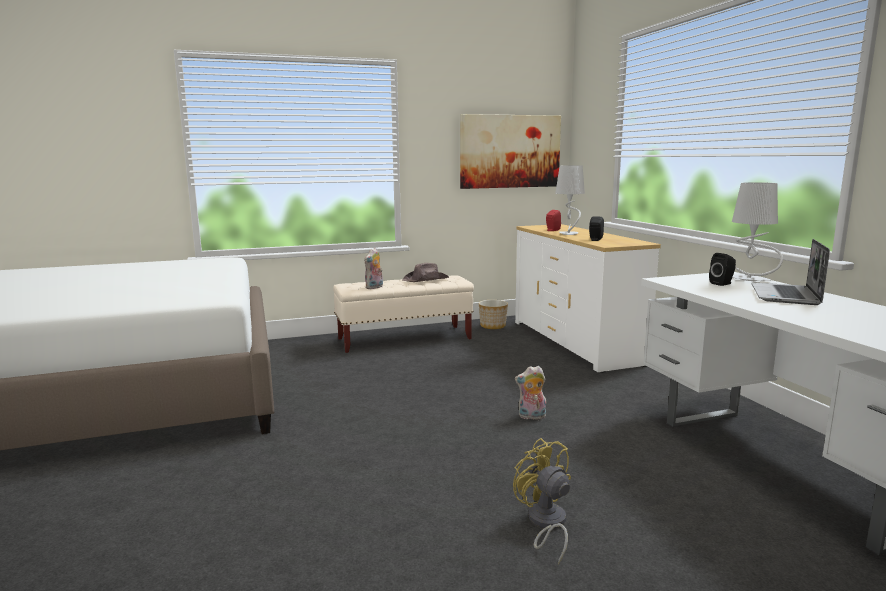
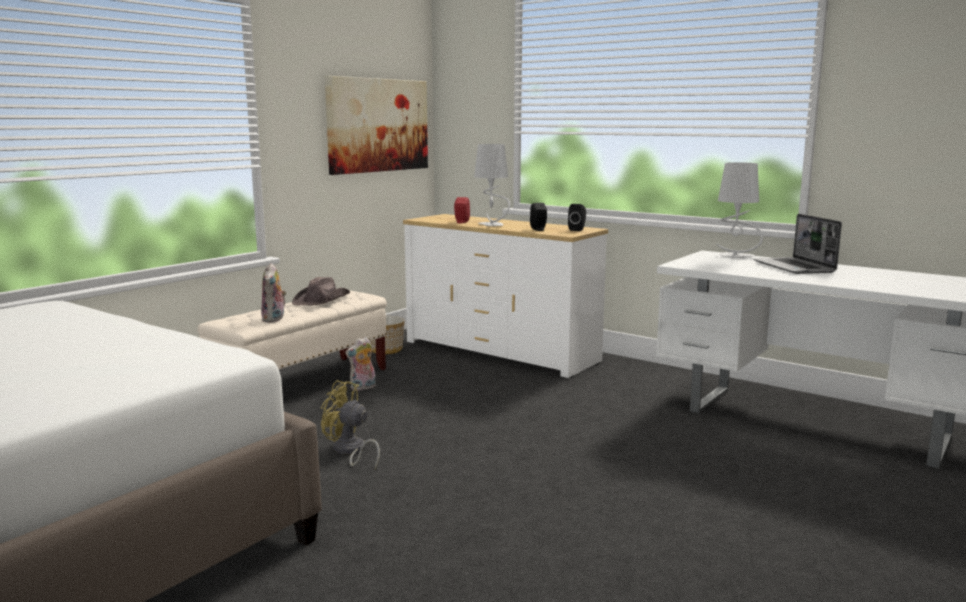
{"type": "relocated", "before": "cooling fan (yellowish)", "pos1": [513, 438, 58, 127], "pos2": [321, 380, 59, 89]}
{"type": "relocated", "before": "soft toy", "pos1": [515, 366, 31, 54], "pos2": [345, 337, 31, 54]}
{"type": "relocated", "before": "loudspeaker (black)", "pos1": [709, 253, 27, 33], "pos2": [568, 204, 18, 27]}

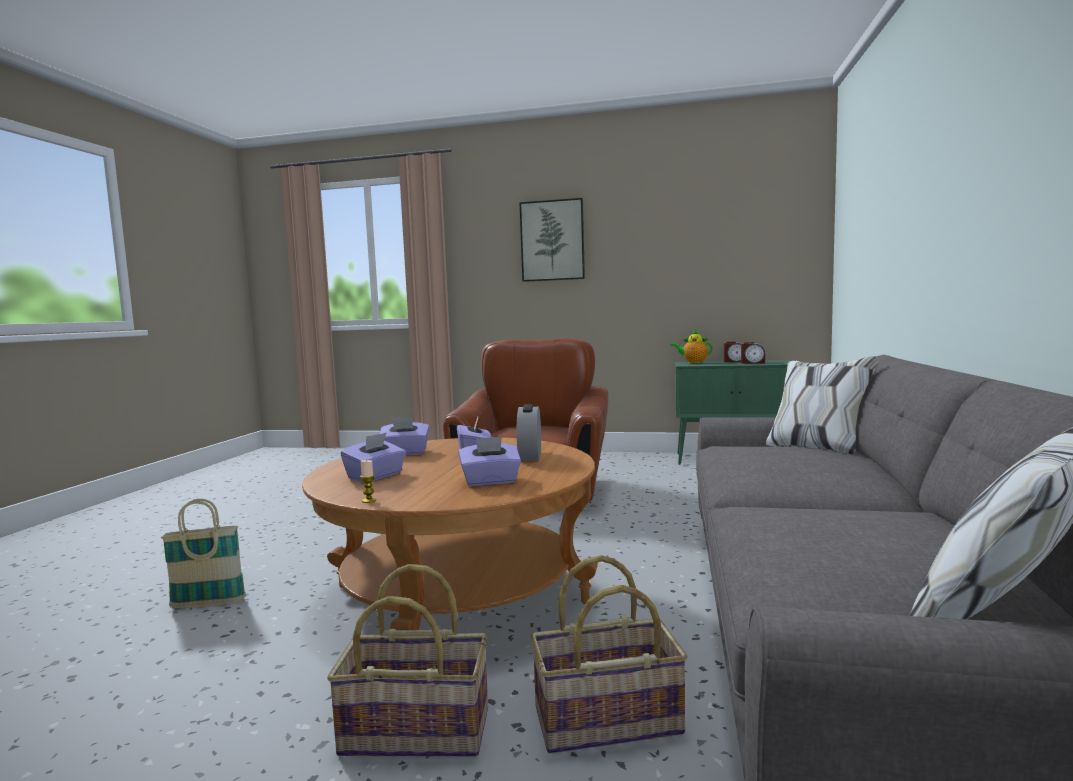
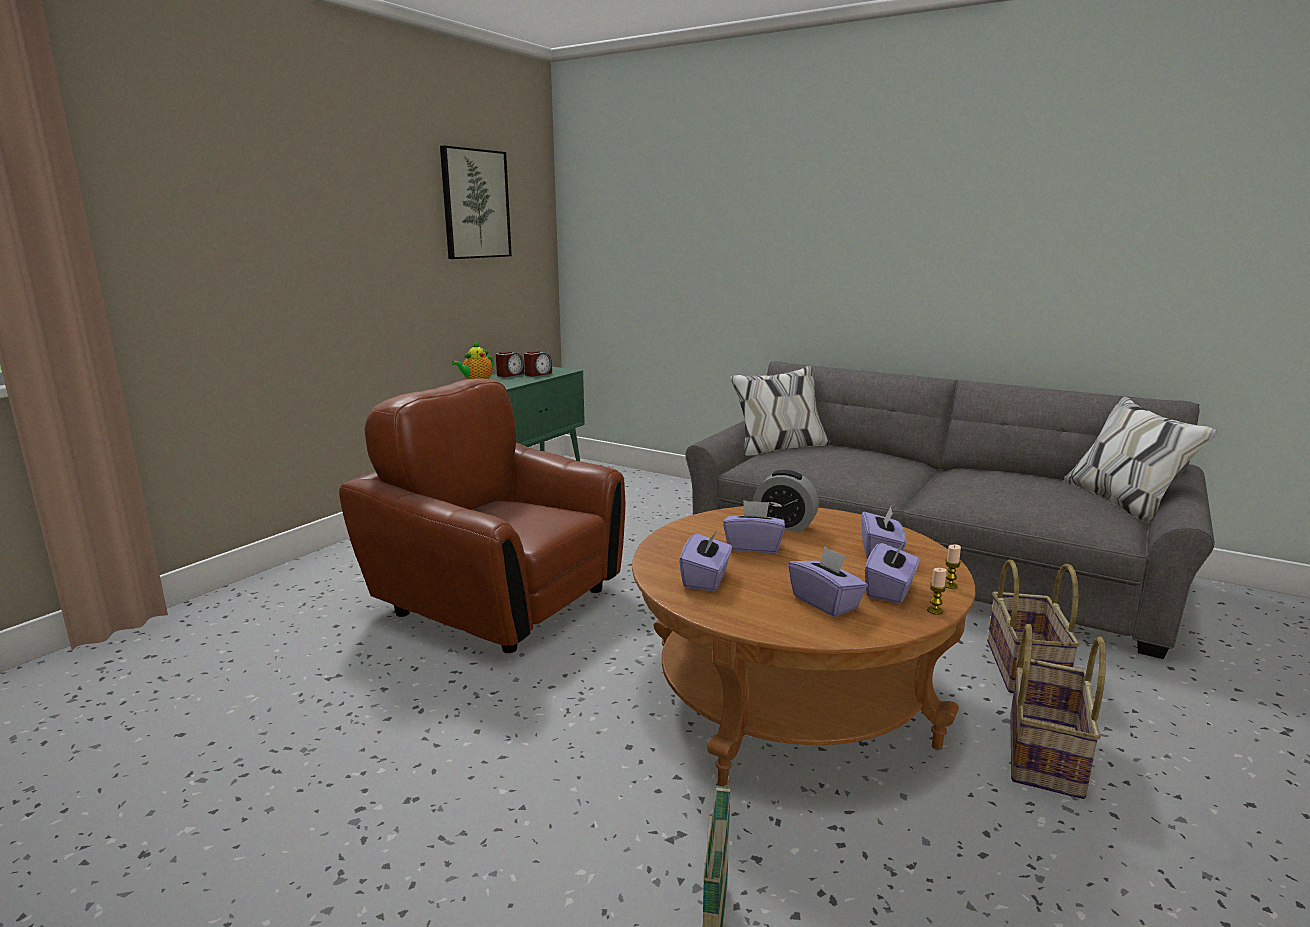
{"type": "relocated", "before": "wall art", "pos1": [519, 198, 66, 84], "pos2": [440, 146, 72, 113]}
{"type": "appeared", "after": "tissue holder (purple)", "pos2": [865, 540, 54, 64]}
{"type": "appeared", "after": "candle", "pos2": [945, 544, 16, 45]}

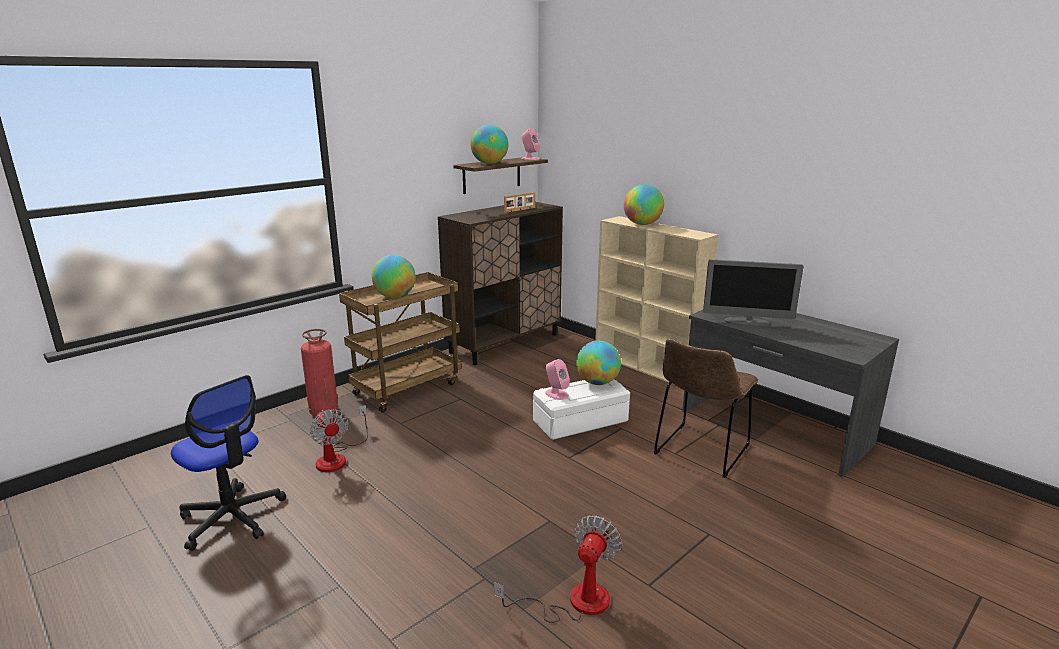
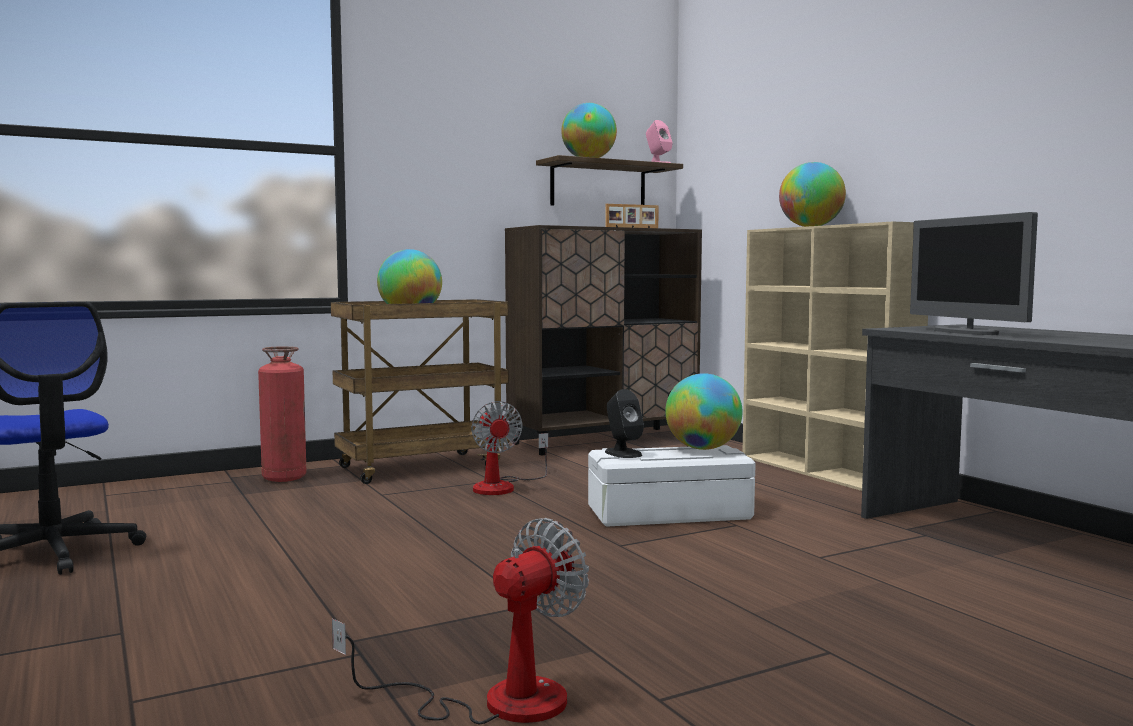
{"type": "relocated", "before": "cooling fan", "pos1": [310, 405, 58, 67], "pos2": [471, 401, 77, 94]}
{"type": "colour", "before": "loudspeaker (pinkish)", "after": "loudspeaker (black)", "pos1": [545, 359, 25, 41], "pos2": [605, 389, 39, 69]}
{"type": "spun", "before": "computer screen", "pos1": [703, 259, 101, 68], "pos2": [910, 212, 128, 123], "turn": 45}
{"type": "missing", "before": "chair (brownish)", "pos1": [654, 339, 105, 139]}

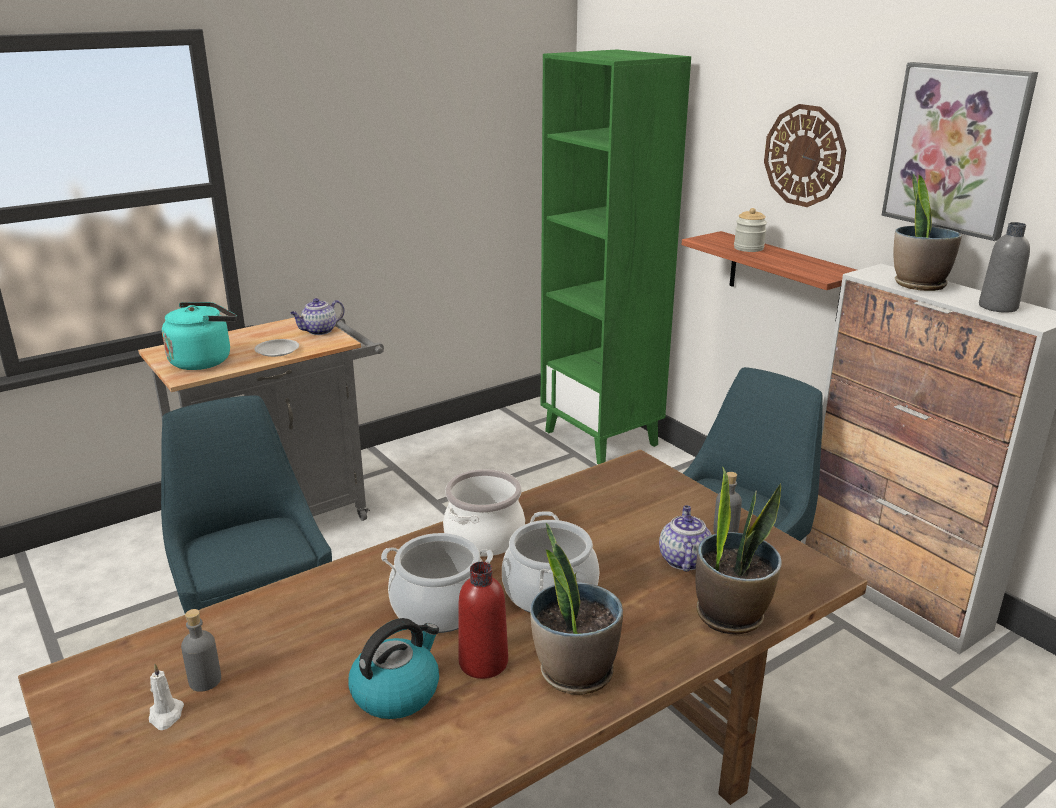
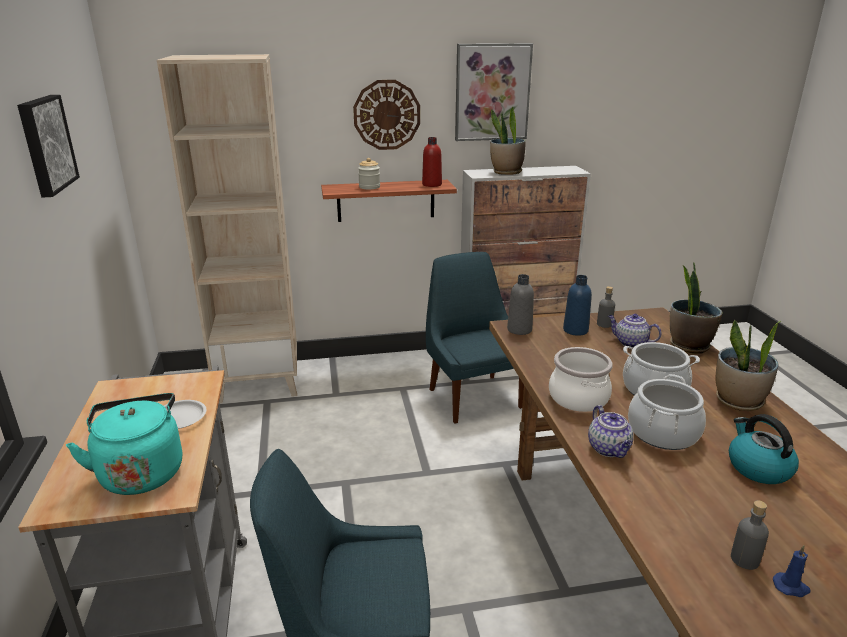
{"type": "appeared", "after": "wall art", "pos2": [17, 95, 63, 102]}
{"type": "colour", "before": "bookshelf (greenish)", "after": "bookshelf (beige)", "pos1": [541, 49, 150, 415], "pos2": [157, 54, 140, 349]}
{"type": "relocated", "before": "bottle (red)", "pos1": [458, 562, 50, 117], "pos2": [422, 137, 20, 50]}
{"type": "relocated", "before": "bottle (greyish)", "pos1": [979, 222, 51, 91], "pos2": [507, 274, 27, 61]}
{"type": "appeared", "after": "bottle (blue)", "pos2": [563, 275, 29, 61]}
{"type": "relocated", "before": "tea pot", "pos1": [290, 298, 55, 37], "pos2": [588, 405, 46, 53]}
{"type": "colour", "before": "candle (white-coloured)", "after": "candle (blue)", "pos1": [149, 664, 35, 66], "pos2": [773, 545, 37, 52]}

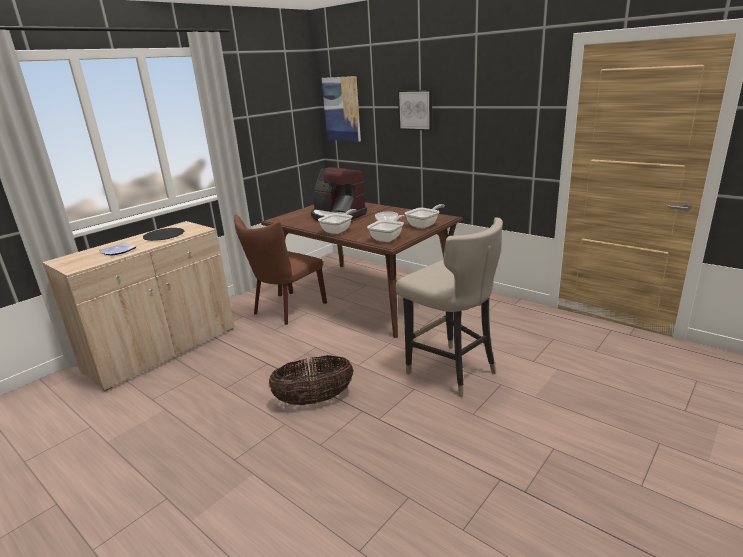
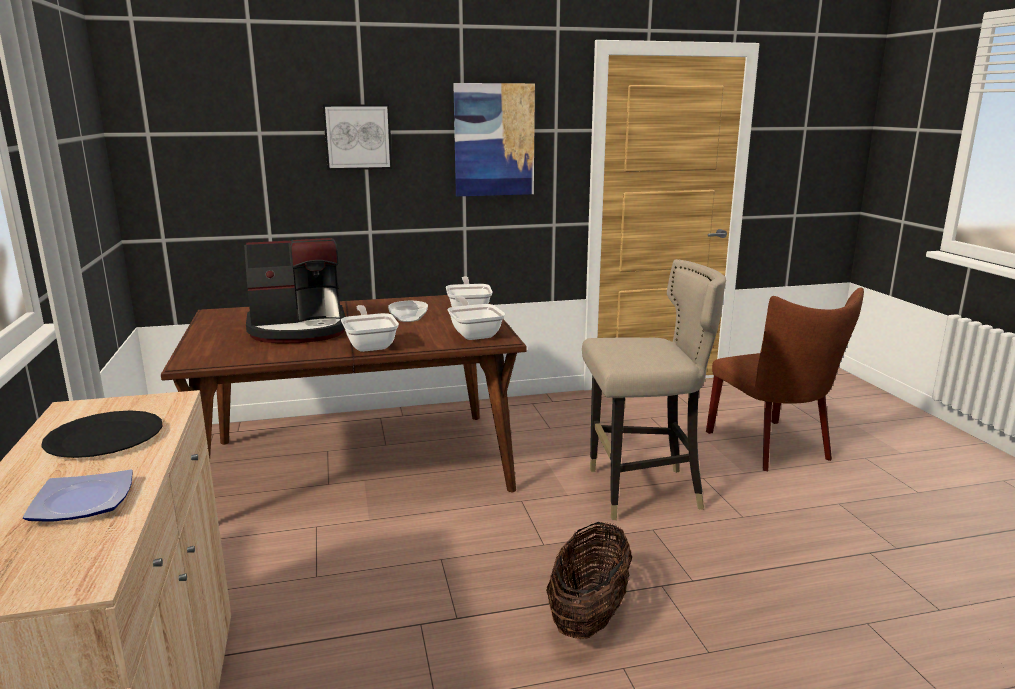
{"type": "relocated", "before": "wall art", "pos1": [322, 76, 39, 66], "pos2": [453, 83, 82, 113]}
{"type": "relocated", "before": "chair (brownish)", "pos1": [234, 214, 93, 111], "pos2": [706, 287, 158, 184]}

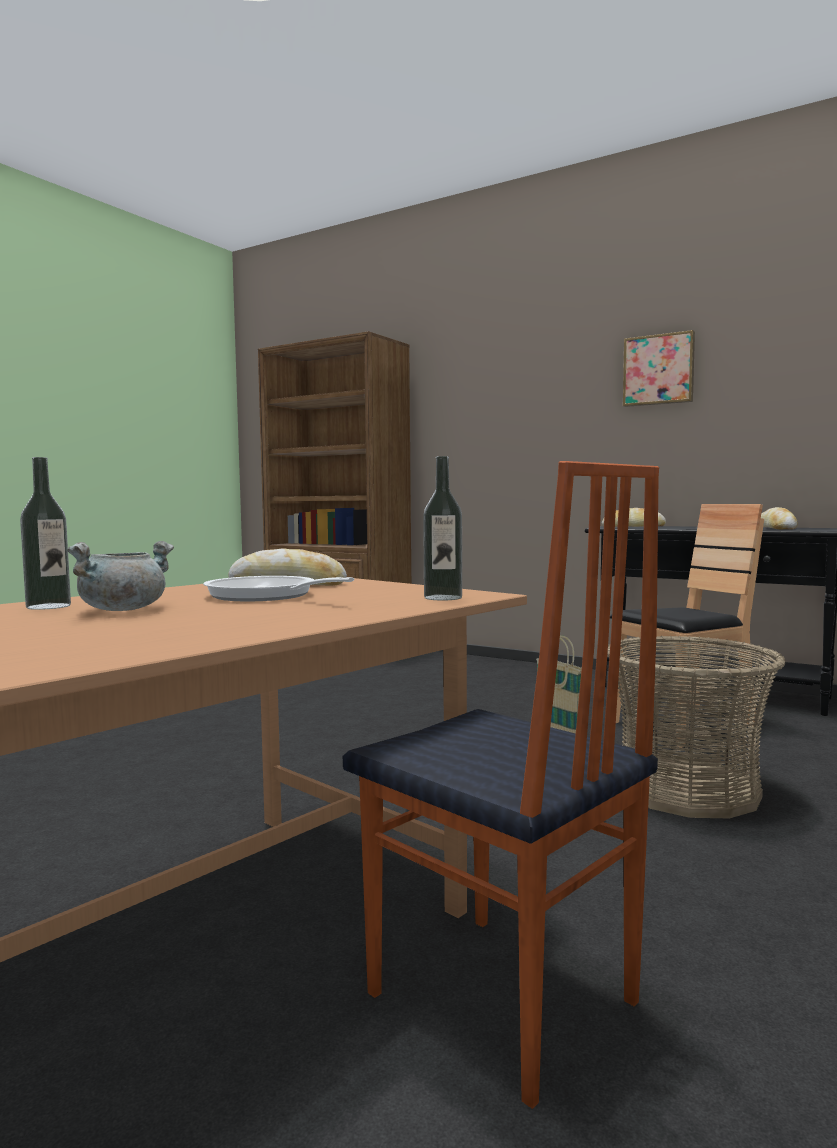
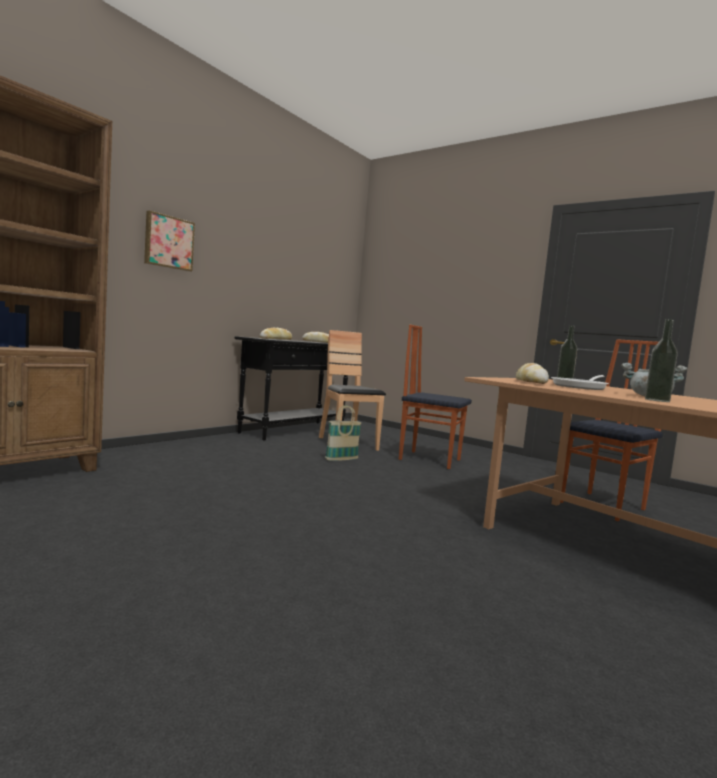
{"type": "relocated", "before": "wall art", "pos1": [623, 330, 72, 77], "pos2": [144, 211, 51, 61]}
{"type": "exchanged", "before": "storage basket", "after": "chair", "pos1": [607, 636, 179, 182], "pos2": [399, 325, 73, 144]}

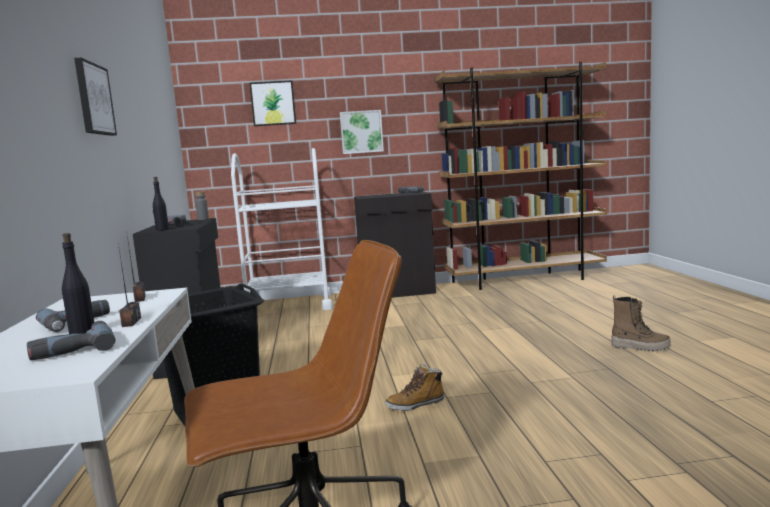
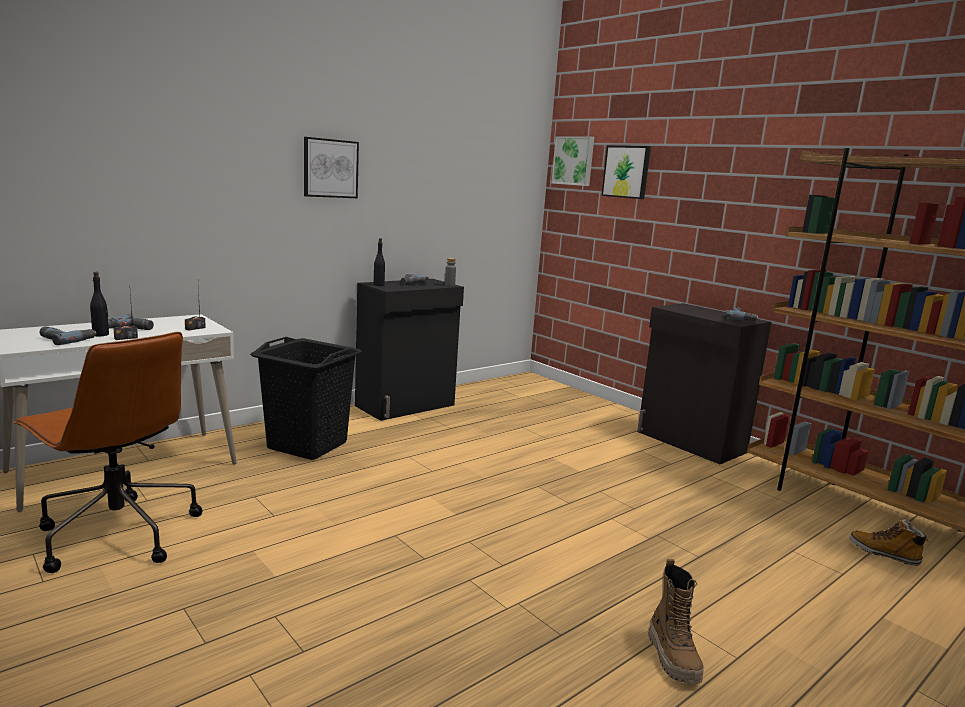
{"type": "relocated", "before": "wall art", "pos1": [340, 110, 44, 44], "pos2": [551, 136, 43, 50]}
{"type": "relocated", "before": "high-top boot", "pos1": [386, 364, 58, 47], "pos2": [849, 519, 80, 46]}
{"type": "missing", "before": "cart (white-coloured)", "pos1": [231, 148, 102, 162]}

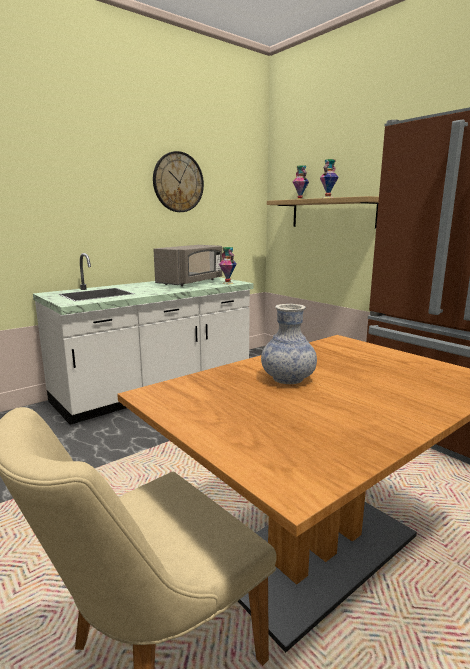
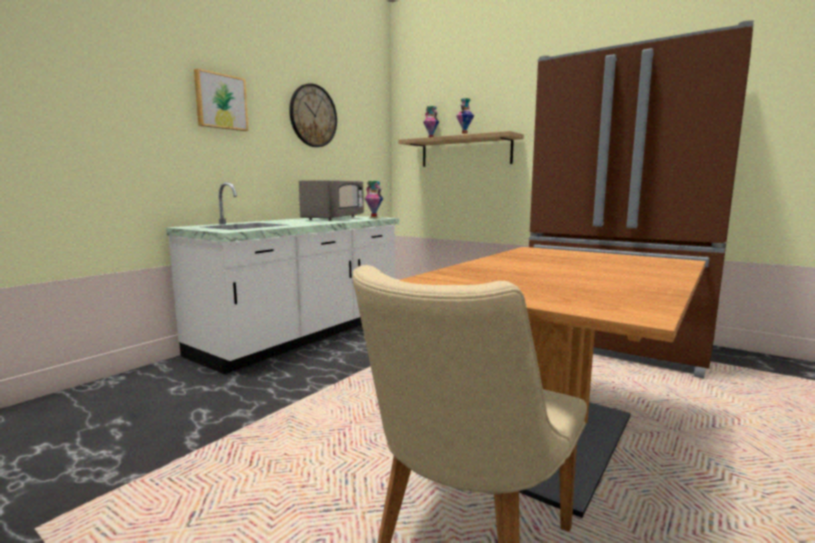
{"type": "appeared", "after": "wall art", "pos2": [194, 68, 54, 63]}
{"type": "missing", "before": "decorative vase", "pos1": [261, 304, 56, 80]}

